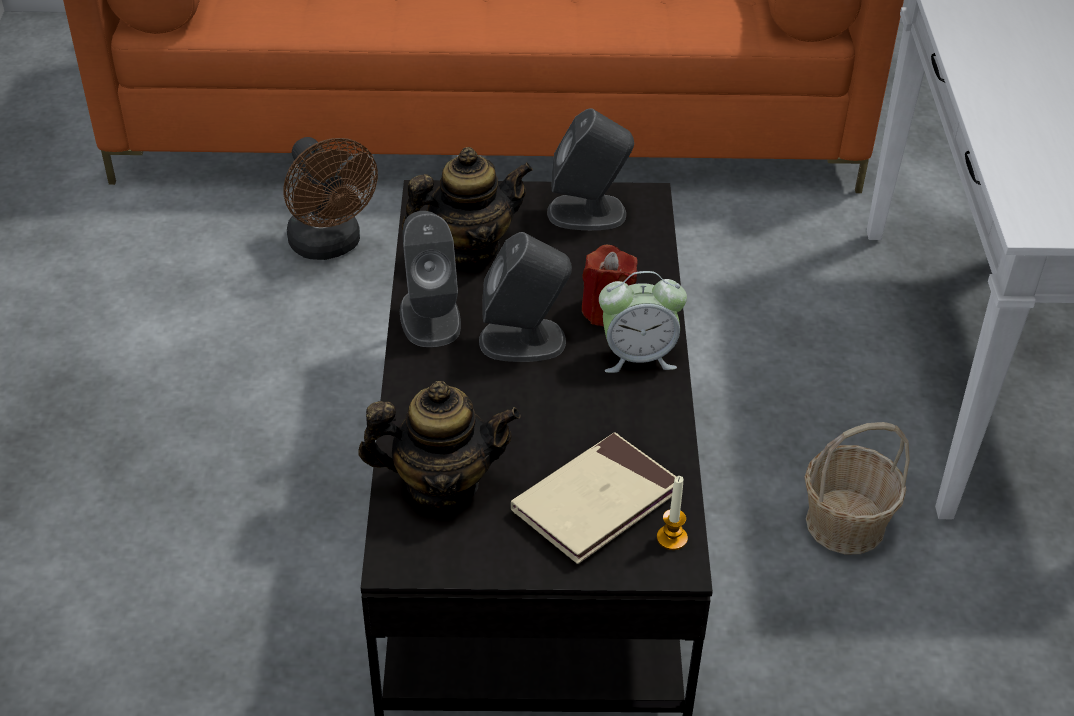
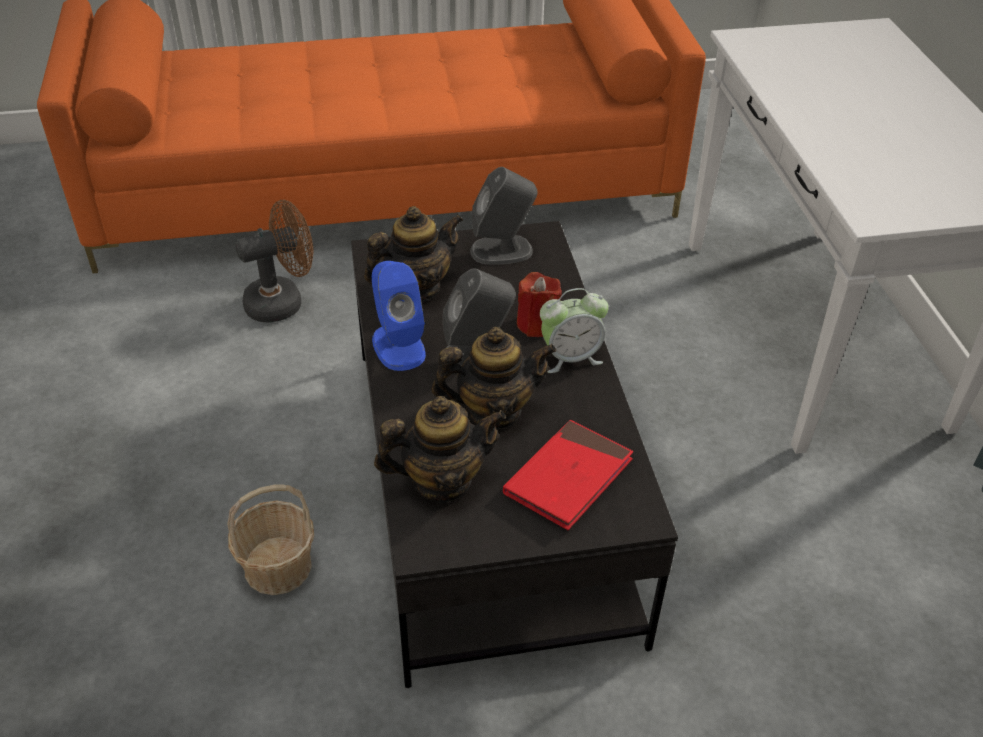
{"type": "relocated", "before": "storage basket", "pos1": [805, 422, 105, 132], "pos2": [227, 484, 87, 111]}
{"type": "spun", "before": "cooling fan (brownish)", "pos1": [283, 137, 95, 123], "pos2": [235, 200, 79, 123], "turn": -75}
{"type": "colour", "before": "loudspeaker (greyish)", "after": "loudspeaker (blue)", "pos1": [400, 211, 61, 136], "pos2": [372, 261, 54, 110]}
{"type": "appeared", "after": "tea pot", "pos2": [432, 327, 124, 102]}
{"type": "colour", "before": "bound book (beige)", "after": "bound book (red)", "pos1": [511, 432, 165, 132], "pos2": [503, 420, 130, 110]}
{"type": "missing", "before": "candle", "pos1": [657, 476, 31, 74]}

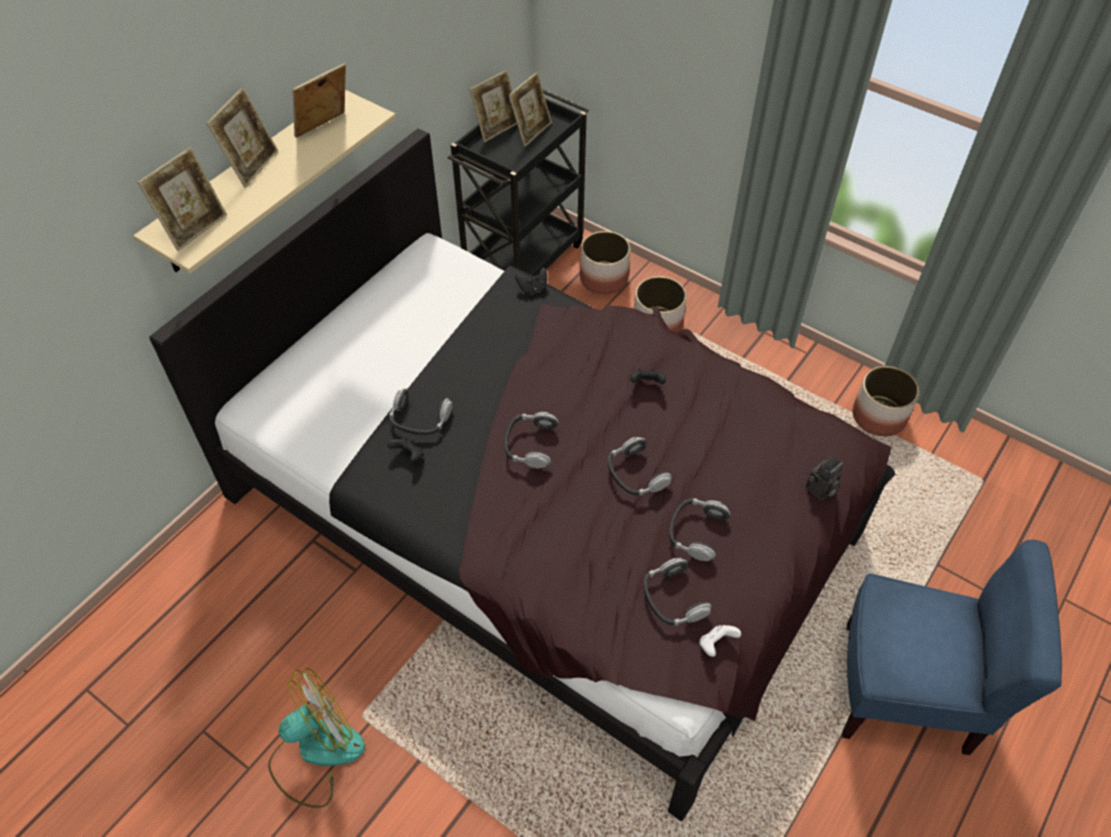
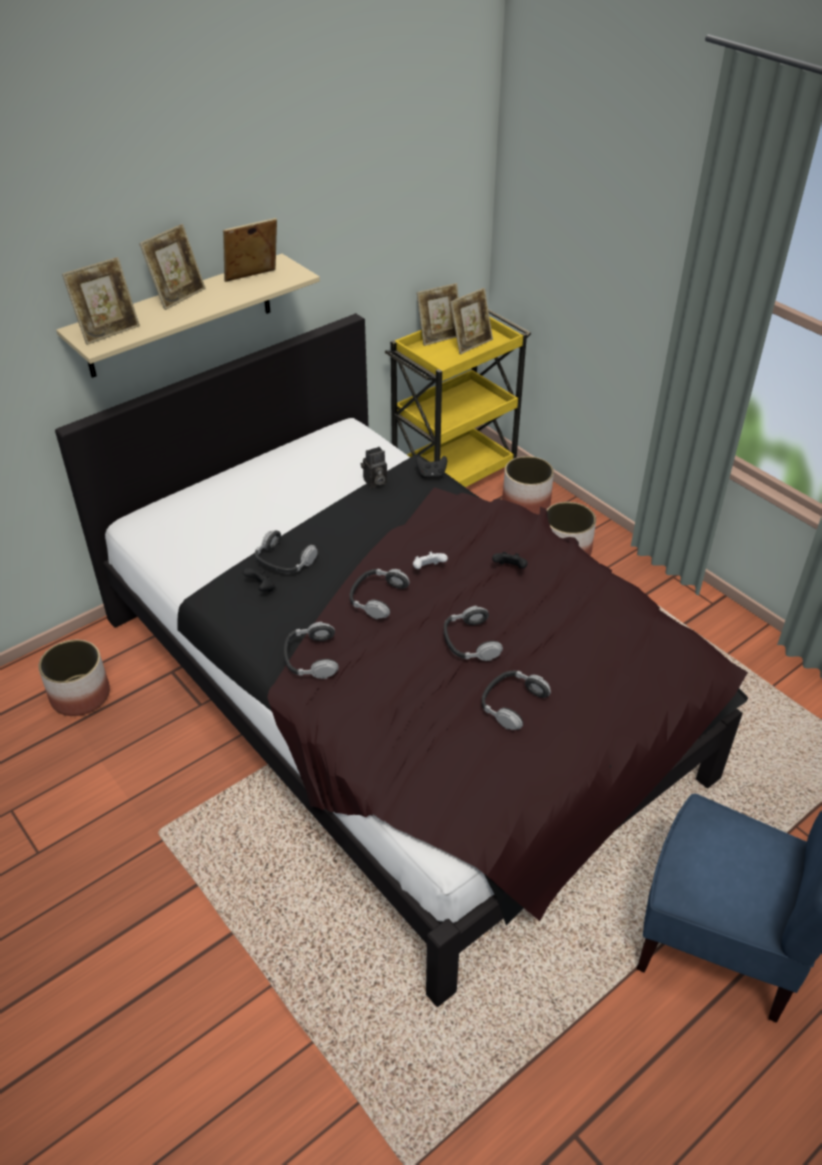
{"type": "relocated", "before": "planter", "pos1": [853, 366, 67, 70], "pos2": [38, 640, 72, 76]}
{"type": "relocated", "before": "headphones", "pos1": [643, 558, 69, 68], "pos2": [284, 622, 55, 57]}
{"type": "relocated", "before": "still camera", "pos1": [805, 456, 38, 45], "pos2": [361, 447, 26, 42]}
{"type": "colour", "before": "cart (black)", "after": "cart (yellowish)", "pos1": [448, 89, 141, 187], "pos2": [385, 309, 146, 178]}
{"type": "relocated", "before": "gamepad (white-coloured)", "pos1": [699, 625, 42, 32], "pos2": [413, 552, 35, 17]}
{"type": "missing", "before": "cooling fan", "pos1": [268, 668, 97, 140]}

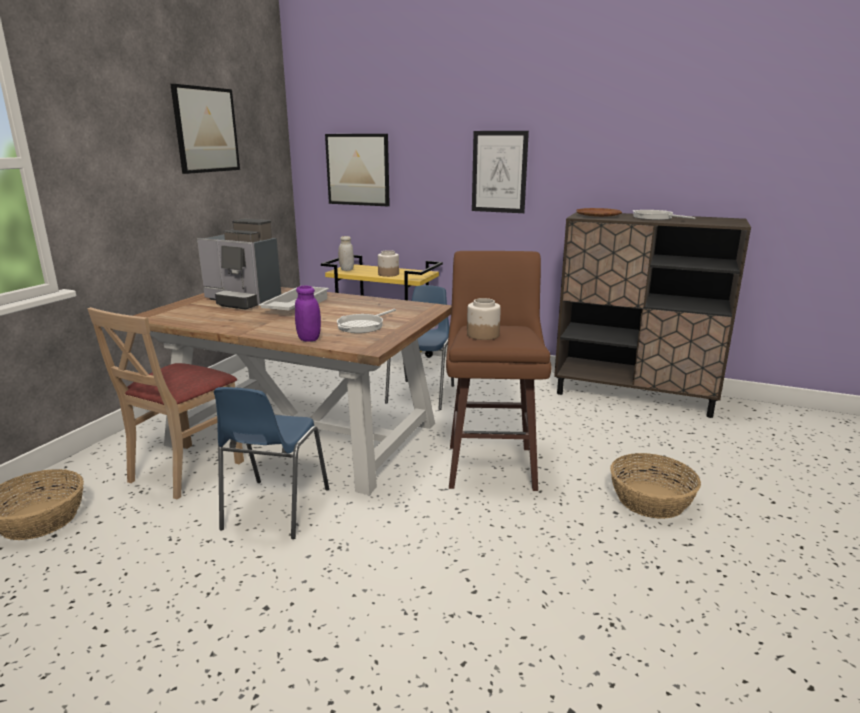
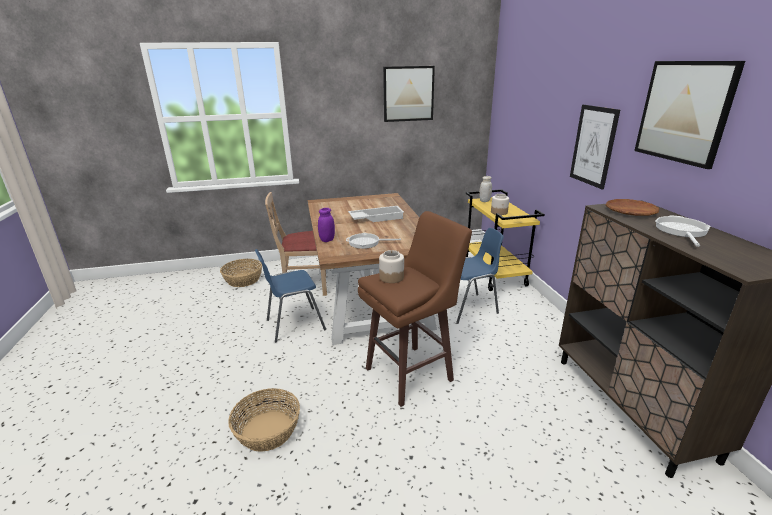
{"type": "relocated", "before": "storage basket", "pos1": [610, 453, 91, 66], "pos2": [228, 388, 72, 63]}
{"type": "relocated", "before": "wall art", "pos1": [325, 134, 65, 72], "pos2": [634, 61, 111, 108]}
{"type": "missing", "before": "coffee machine", "pos1": [197, 219, 84, 91]}

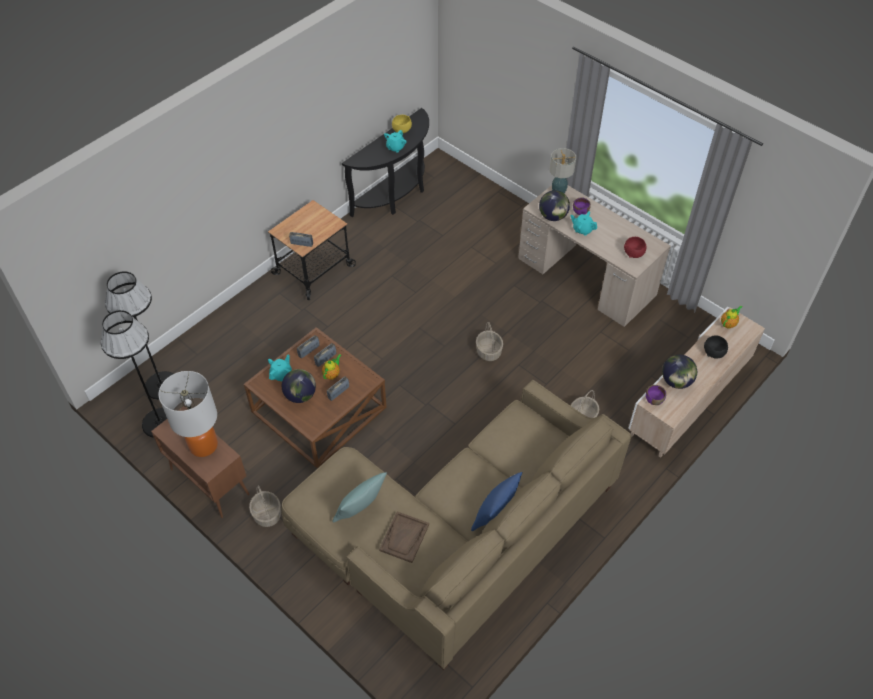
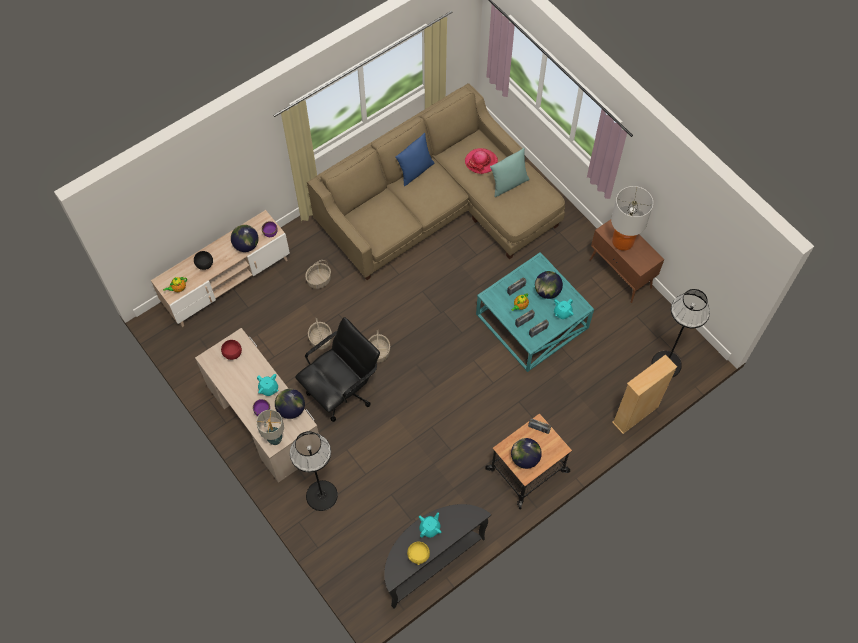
{"type": "relocated", "before": "standard lamp (black)", "pos1": [101, 310, 66, 128], "pos2": [290, 431, 48, 80]}
{"type": "appeared", "after": "desk chair (black)", "pos2": [295, 317, 85, 105]}
{"type": "relocated", "before": "storage basket", "pos1": [249, 485, 32, 42], "pos2": [308, 318, 24, 32]}
{"type": "exchanged", "before": "carrying tray (brownish)", "after": "clothing hat", "pos1": [379, 511, 50, 52], "pos2": [465, 148, 33, 26]}
{"type": "colour", "before": "coffee table (brownish)", "after": "coffee table (blue-green)", "pos1": [244, 327, 143, 141], "pos2": [476, 252, 118, 120]}
{"type": "appeared", "after": "world globe", "pos2": [511, 438, 31, 31]}
{"type": "appeared", "after": "bookshelf (beige)", "pos2": [612, 354, 65, 80]}

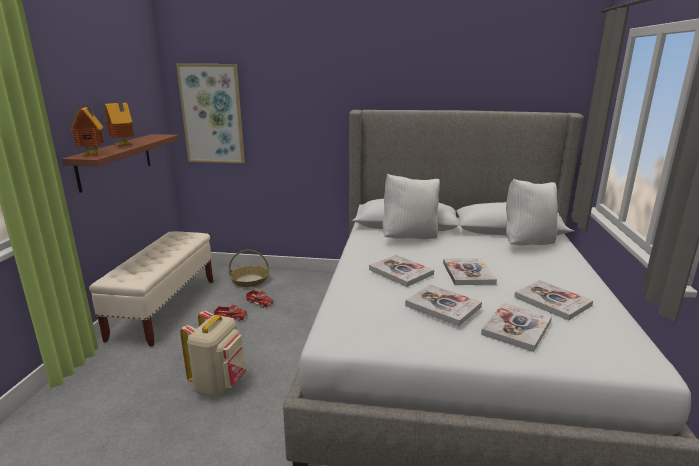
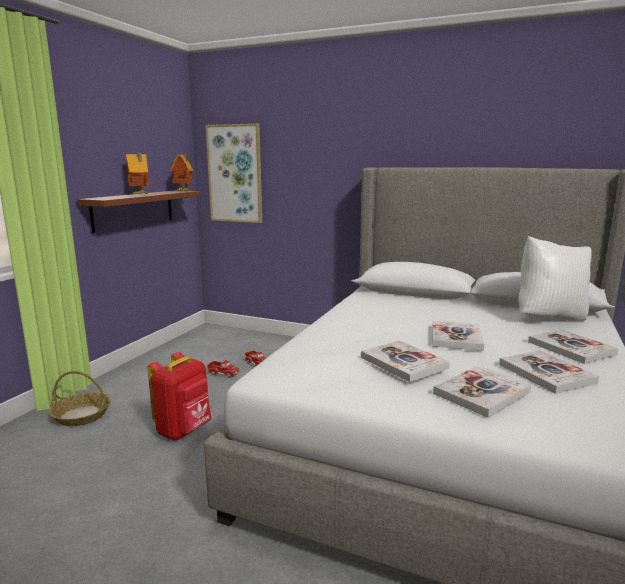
{"type": "relocated", "before": "storage basket", "pos1": [229, 250, 40, 37], "pos2": [49, 371, 62, 55]}
{"type": "colour", "before": "backpack (beige)", "after": "backpack (red)", "pos1": [180, 310, 67, 87], "pos2": [148, 352, 63, 88]}
{"type": "relocated", "before": "model house", "pos1": [70, 105, 34, 50], "pos2": [170, 153, 23, 38]}
{"type": "relocated", "before": "bound book", "pos1": [369, 255, 65, 32], "pos2": [528, 329, 90, 35]}
{"type": "missing", "before": "bench (beige)", "pos1": [89, 231, 124, 115]}
{"type": "missing", "before": "pillow (white-coloured)", "pos1": [382, 174, 58, 65]}

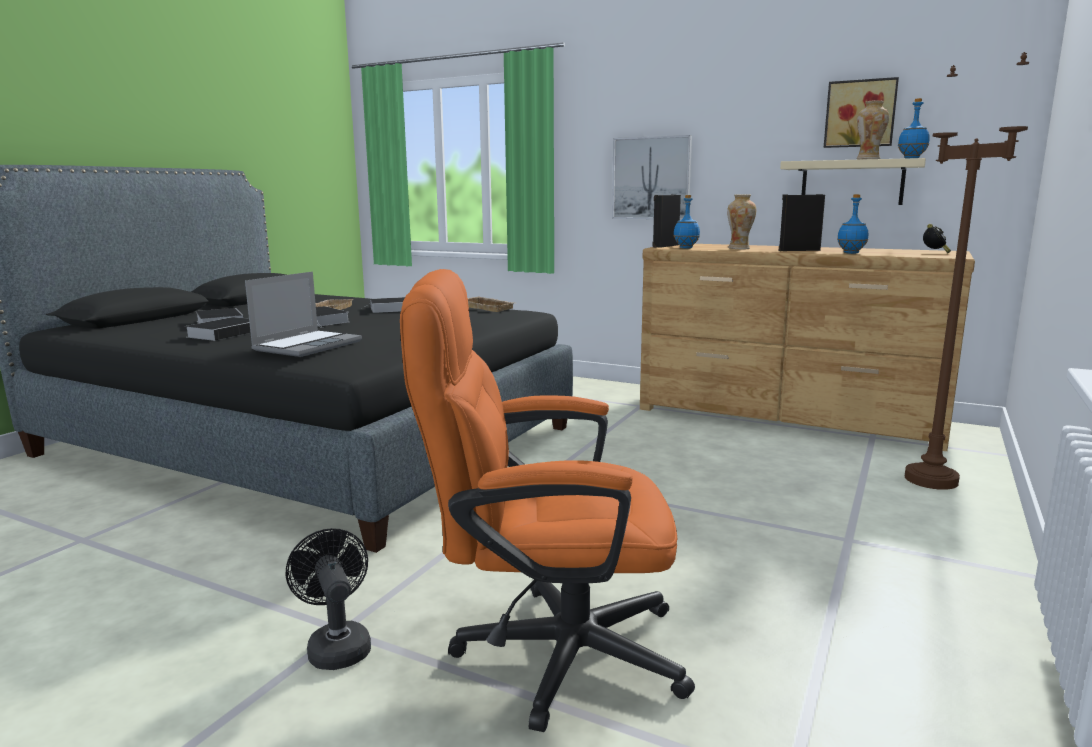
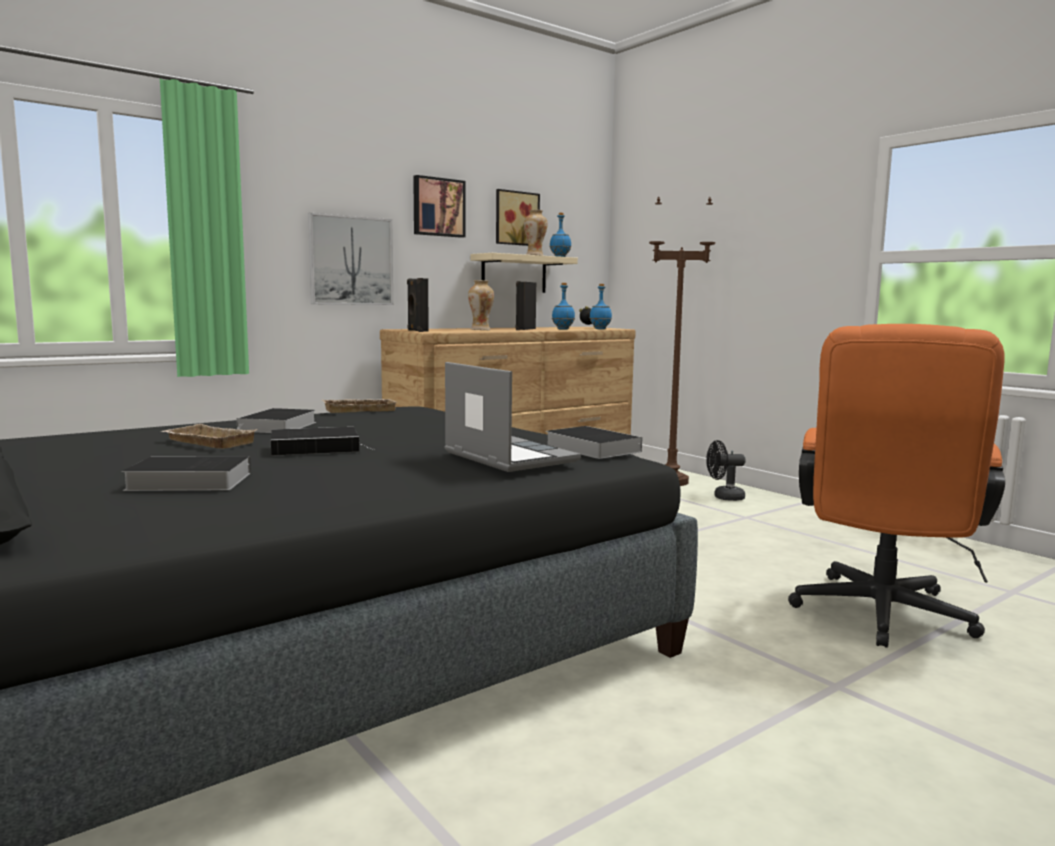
{"type": "appeared", "after": "wall art", "pos2": [413, 175, 52, 63]}
{"type": "relocated", "before": "bound book", "pos1": [185, 317, 65, 24], "pos2": [546, 426, 96, 33]}
{"type": "relocated", "before": "bottle (blue)", "pos1": [673, 195, 27, 53], "pos2": [590, 284, 22, 45]}
{"type": "relocated", "before": "cooling fan (black)", "pos1": [286, 528, 85, 142], "pos2": [706, 440, 40, 61]}

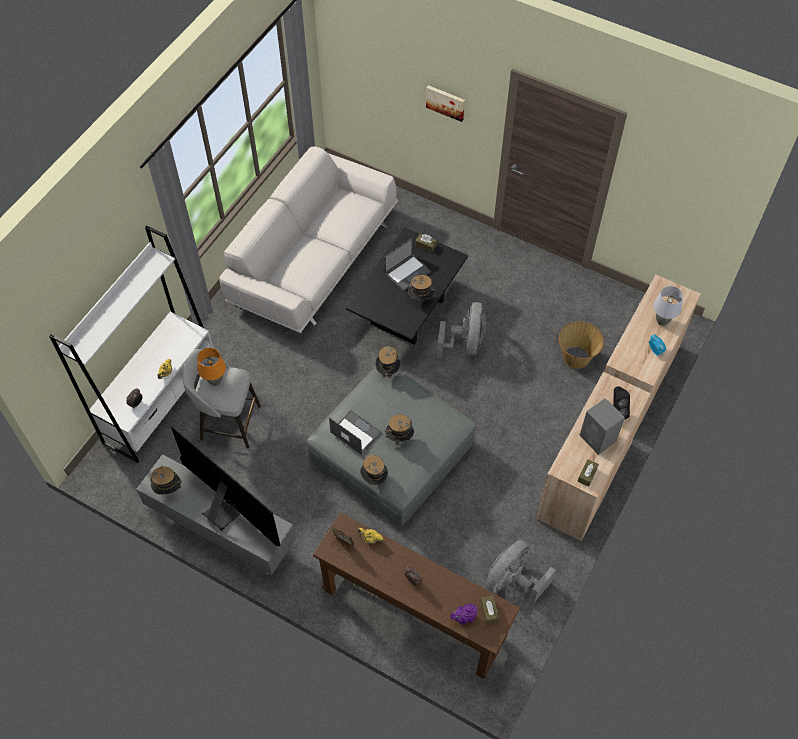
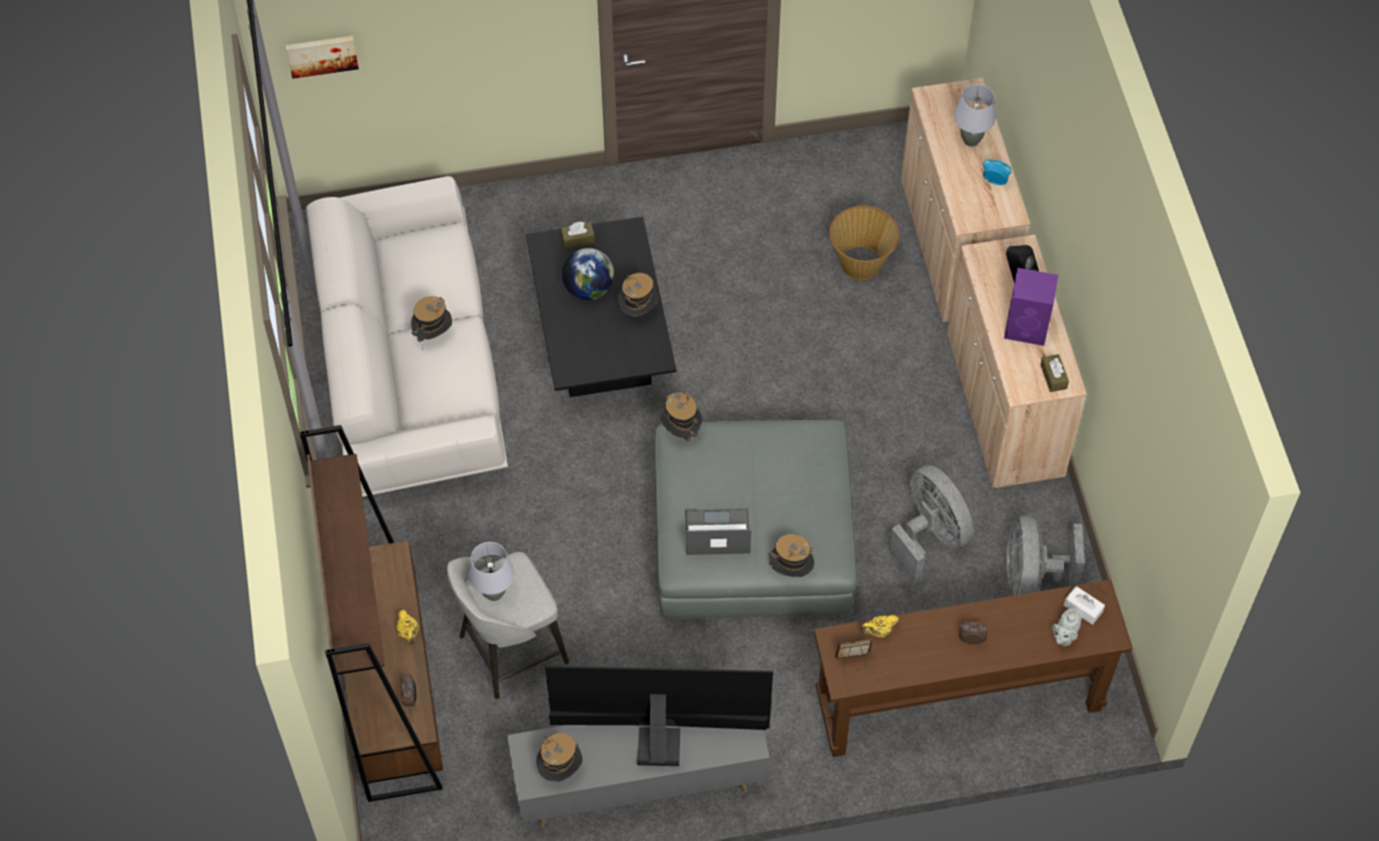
{"type": "relocated", "before": "wall art", "pos1": [426, 85, 39, 37], "pos2": [286, 36, 73, 43]}
{"type": "colour", "before": "bookshelf (white-coloured)", "after": "bookshelf (brownish)", "pos1": [49, 225, 164, 238], "pos2": [300, 425, 143, 377]}
{"type": "relocated", "before": "clothing hat", "pos1": [385, 415, 29, 26], "pos2": [411, 296, 41, 46]}
{"type": "colour", "before": "tabletop lamp (orange)", "after": "tabletop lamp (greyish)", "pos1": [197, 348, 29, 38], "pos2": [468, 542, 46, 59]}
{"type": "exchanged", "before": "notebook computer", "after": "world globe", "pos1": [384, 238, 47, 53], "pos2": [562, 248, 52, 52]}
{"type": "relocated", "before": "cooling fan (greyish)", "pos1": [437, 302, 49, 56], "pos2": [889, 465, 84, 118]}
{"type": "colour", "before": "loudspeaker (greyish)", "after": "loudspeaker (purple)", "pos1": [579, 398, 46, 57], "pos2": [1004, 268, 55, 78]}
{"type": "colour", "before": "tea pot (purple)", "after": "tea pot (greyish)", "pos1": [450, 603, 27, 22], "pos2": [1052, 609, 29, 37]}
{"type": "colour", "before": "tissue holder (brownish)", "after": "tissue holder (white-coloured)", "pos1": [480, 595, 19, 29], "pos2": [1064, 586, 41, 39]}

